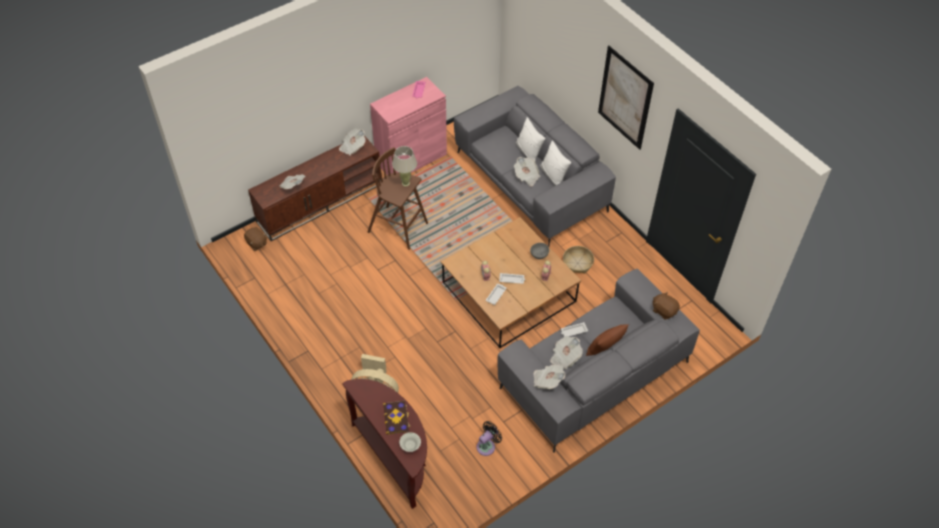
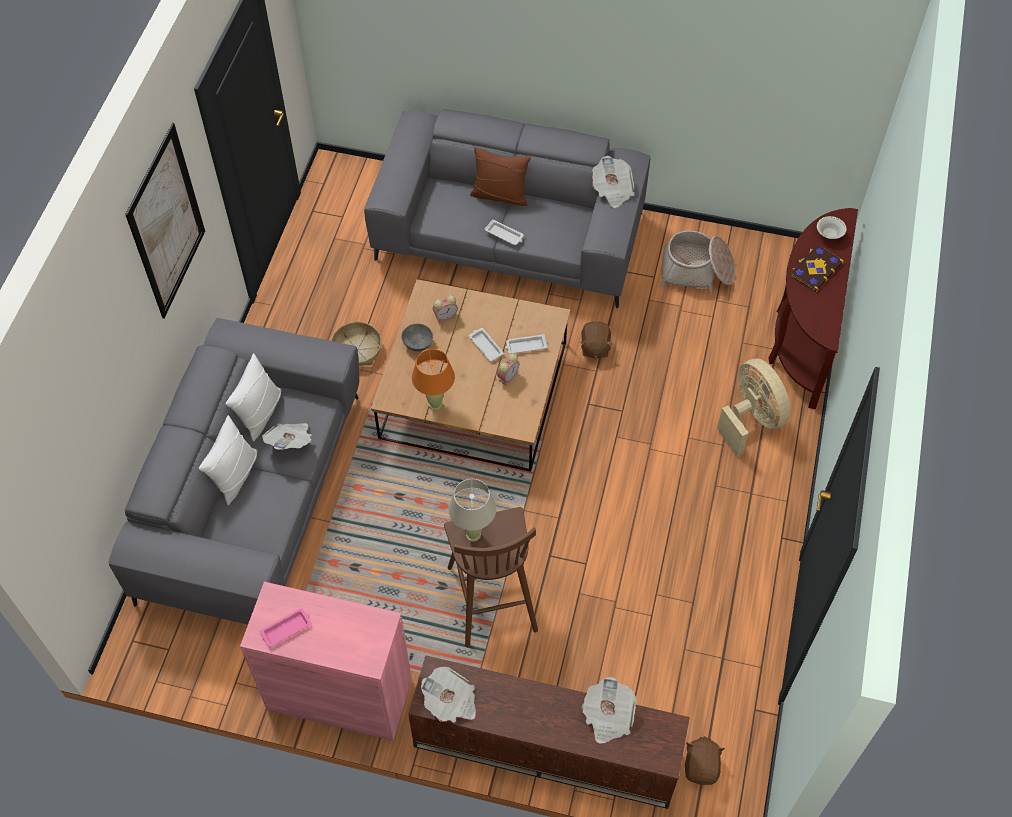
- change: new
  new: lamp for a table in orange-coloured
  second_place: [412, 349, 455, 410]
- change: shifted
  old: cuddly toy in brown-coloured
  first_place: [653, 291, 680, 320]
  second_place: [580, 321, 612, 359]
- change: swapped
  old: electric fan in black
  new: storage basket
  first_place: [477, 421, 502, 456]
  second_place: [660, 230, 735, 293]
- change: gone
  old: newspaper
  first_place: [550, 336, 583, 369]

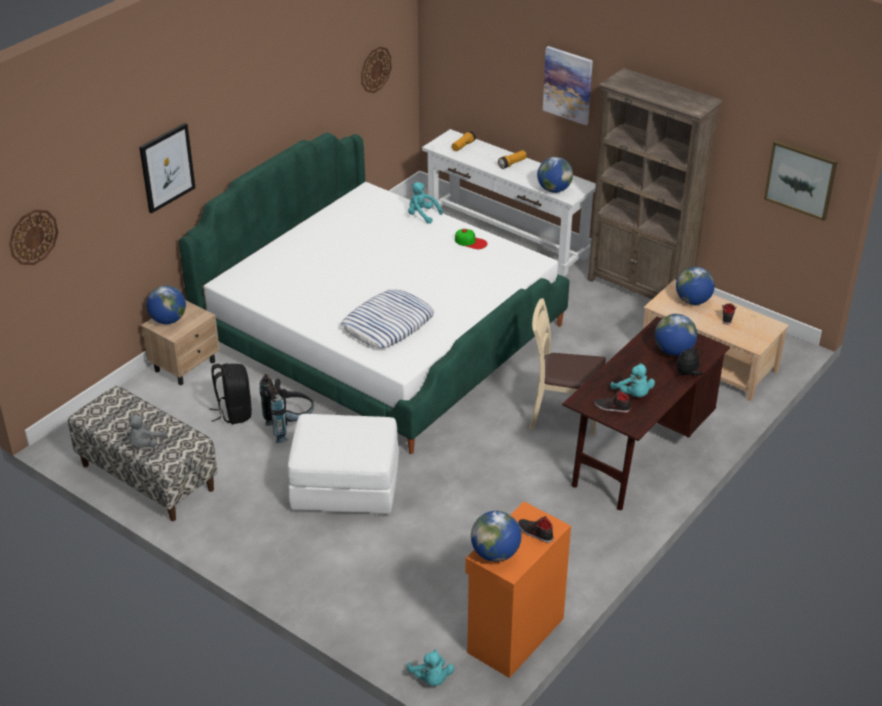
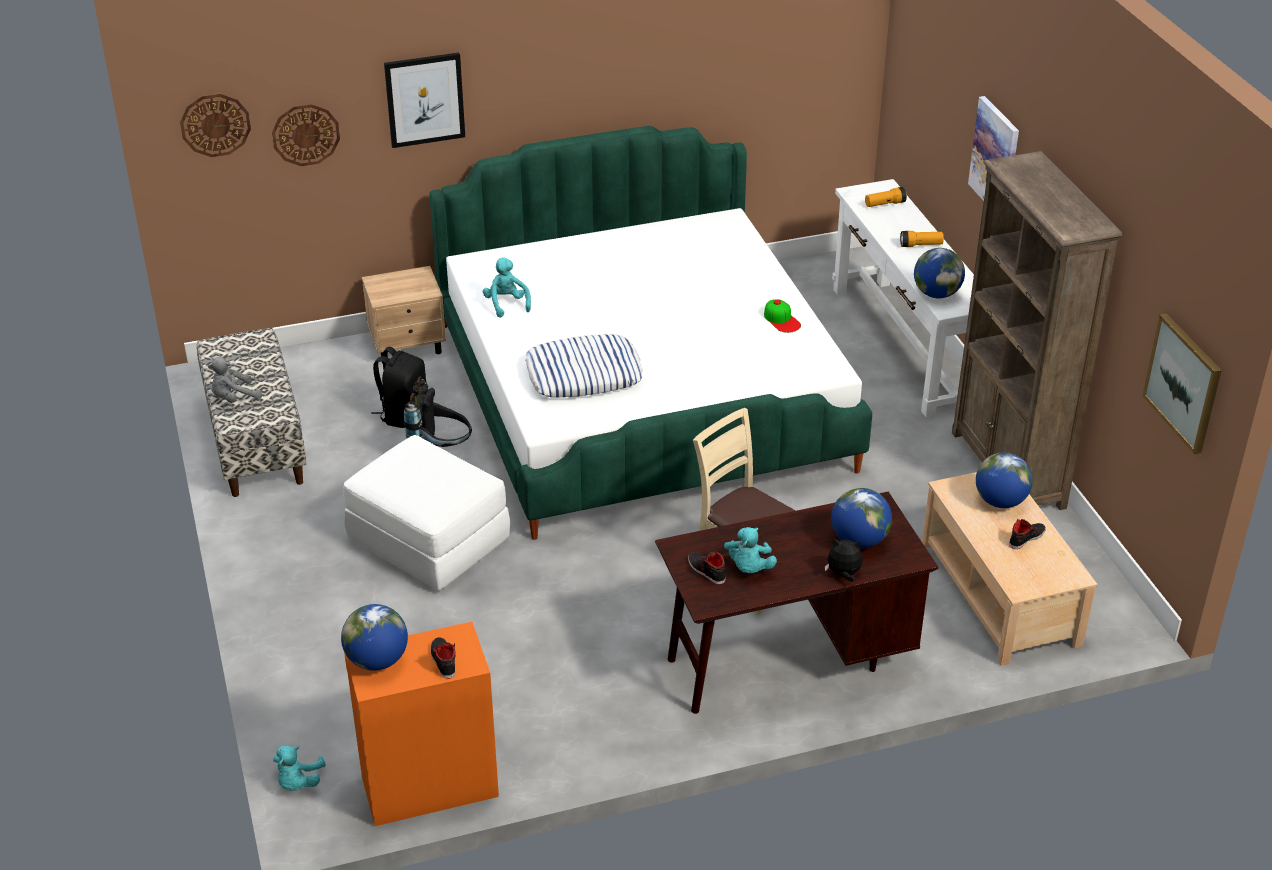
- change: shifted
  old: wall clock
  first_place: [361, 46, 392, 93]
  second_place: [272, 104, 340, 166]
- change: shifted
  old: cuddly toy in turquoise-coloured
  first_place: [408, 182, 443, 224]
  second_place: [483, 257, 531, 318]
- change: gone
  old: desk globe
  first_place: [146, 285, 186, 324]

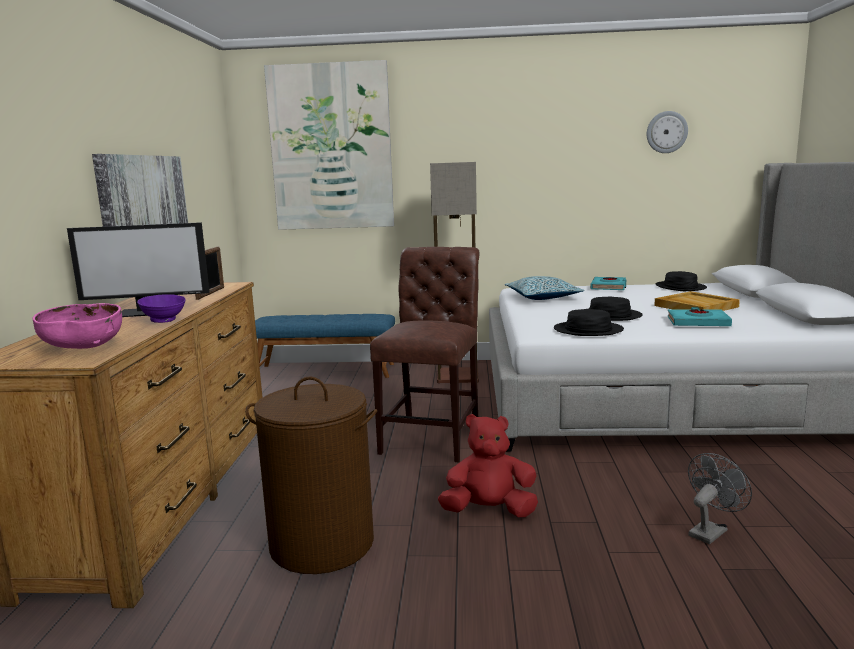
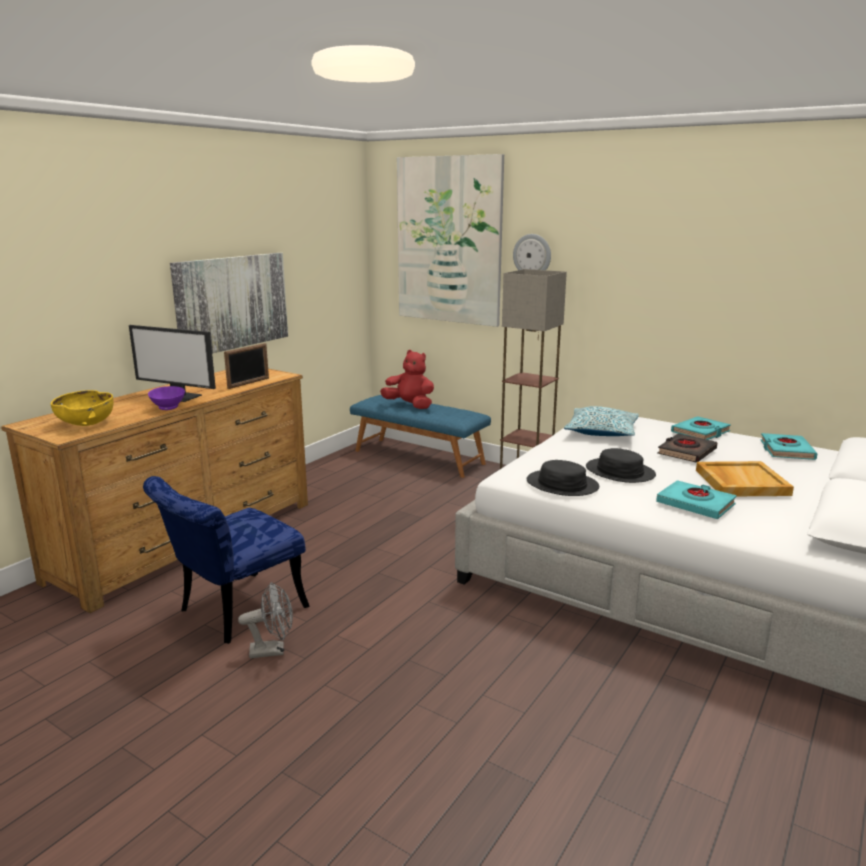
- change: repainted
  old: serving bowl in pink
  new: serving bowl in yellow-coloured
  first_place: [32, 303, 122, 349]
  second_place: [50, 390, 114, 426]
- change: swapped
  old: laundry basket in brown-coloured
  new: plain chair in blue-coloured
  first_place: [245, 376, 377, 574]
  second_place: [143, 476, 310, 644]
- change: shifted
  old: electric fan in grey
  first_place: [688, 453, 752, 544]
  second_place: [238, 582, 293, 658]
- change: shifted
  old: cuddly toy in reddish
  first_place: [438, 414, 538, 517]
  second_place: [380, 350, 434, 409]
- change: shifted
  old: wall clock
  first_place: [647, 111, 688, 153]
  second_place: [513, 234, 551, 270]
- change: new
  new: book in black
  second_place: [658, 433, 717, 463]
- change: swapped
  old: hat in black
  new: book in turquoise-coloured
  first_place: [656, 271, 707, 291]
  second_place: [761, 433, 818, 460]
- change: gone
  old: plain chair in brown-coloured
  first_place: [370, 247, 480, 462]

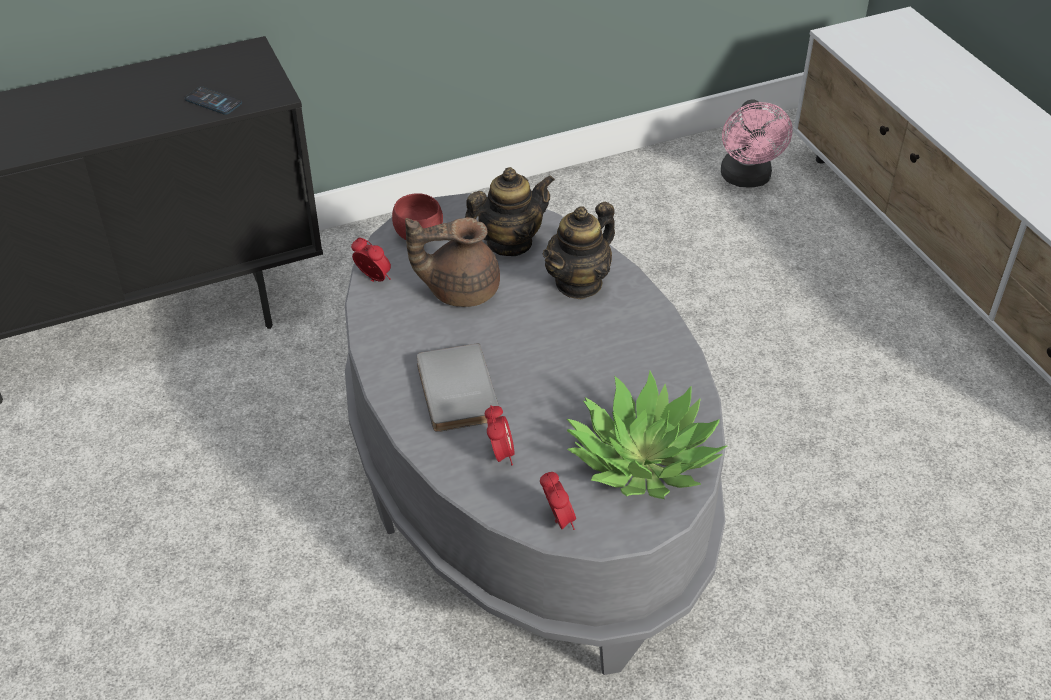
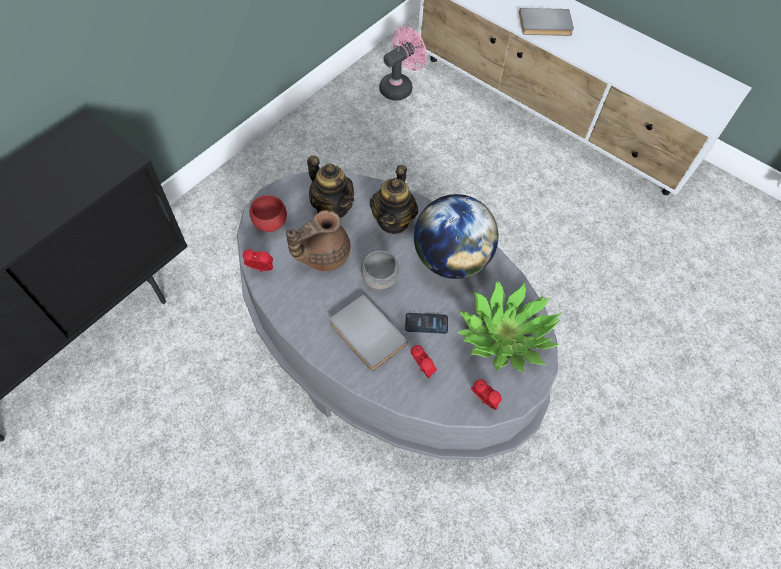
- change: rotated
  old: teapot
  first_place: [465, 167, 555, 256]
  second_place: [307, 155, 354, 218]
  degrees: 105
- change: new
  new: serving bowl in grey
  second_place: [361, 250, 399, 289]
- change: rotated
  old: electric fan in pink
  first_place: [721, 99, 793, 188]
  second_place: [379, 26, 427, 101]
  degrees: -105
- change: shifted
  old: phone
  first_place: [185, 86, 242, 115]
  second_place: [405, 313, 448, 334]
- change: new
  new: desk globe
  second_place: [414, 194, 499, 279]
- change: new
  new: book in grey
  second_place: [519, 8, 574, 36]

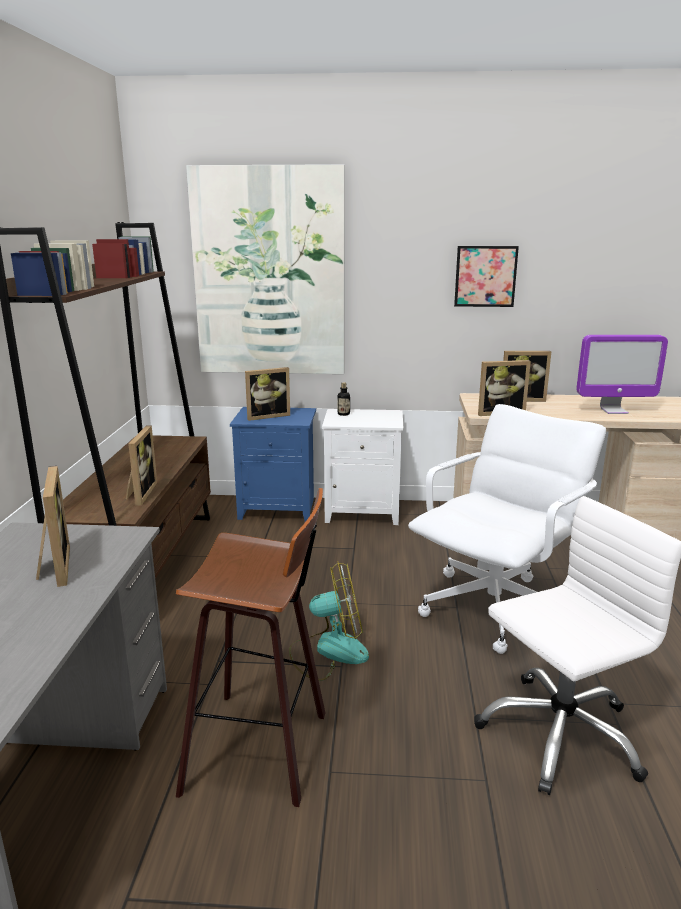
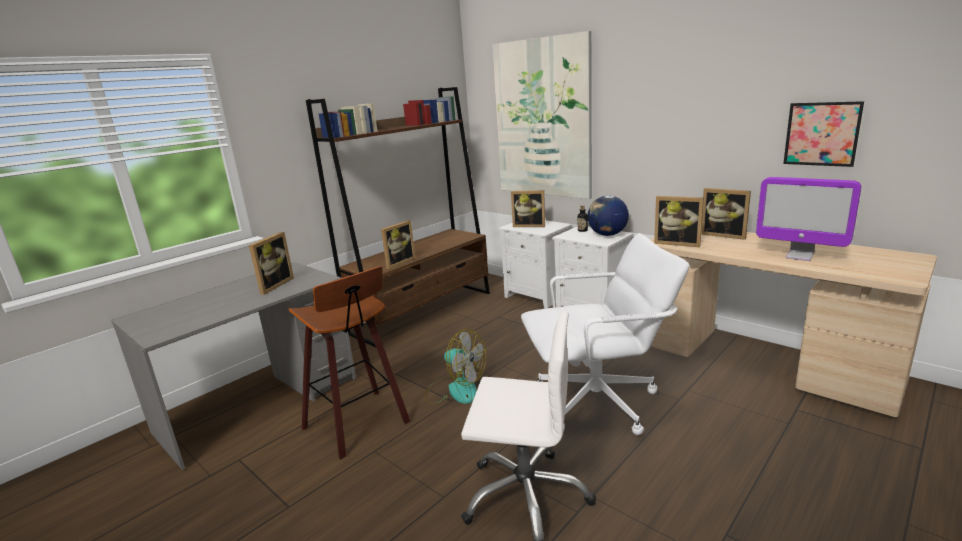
- change: repainted
  old: bedside table in blue-coloured
  new: bedside table in white
  first_place: [230, 407, 316, 522]
  second_place: [498, 220, 572, 309]
- change: new
  new: desk globe
  second_place: [588, 196, 629, 236]
- change: shifted
  old: picture
  first_place: [454, 246, 519, 307]
  second_place: [783, 101, 864, 167]

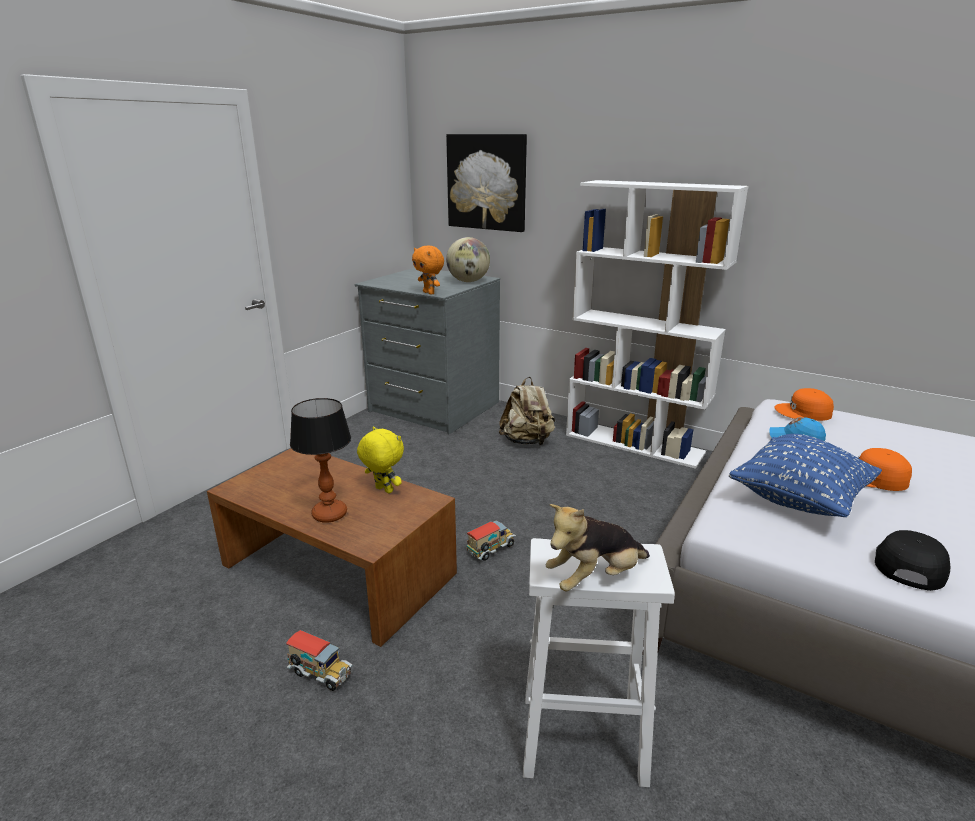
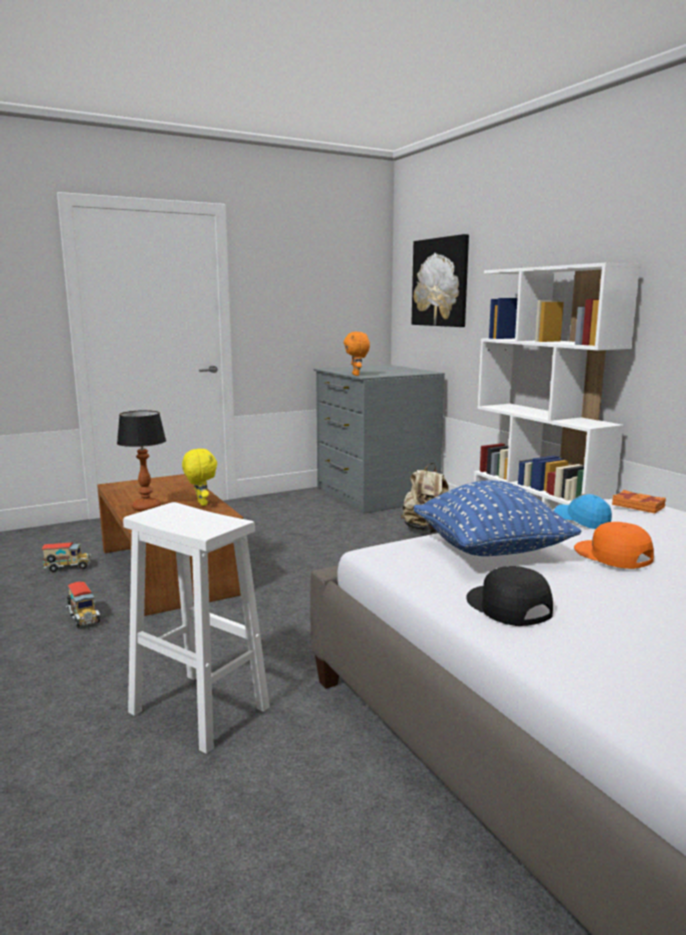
- change: shifted
  old: toy lorry
  first_place: [466, 520, 516, 561]
  second_place: [42, 542, 91, 572]
- change: rotated
  old: peaked cap in black
  first_place: [875, 530, 950, 591]
  second_place: [466, 566, 553, 626]
  degrees: -90
- change: swapped
  old: peaked cap in orange-coloured
  new: book in orange-coloured
  first_place: [775, 388, 834, 421]
  second_place: [612, 490, 666, 513]
- change: gone
  old: desk globe
  first_place: [446, 237, 490, 282]
- change: gone
  old: cuddly toy
  first_place: [546, 504, 650, 591]

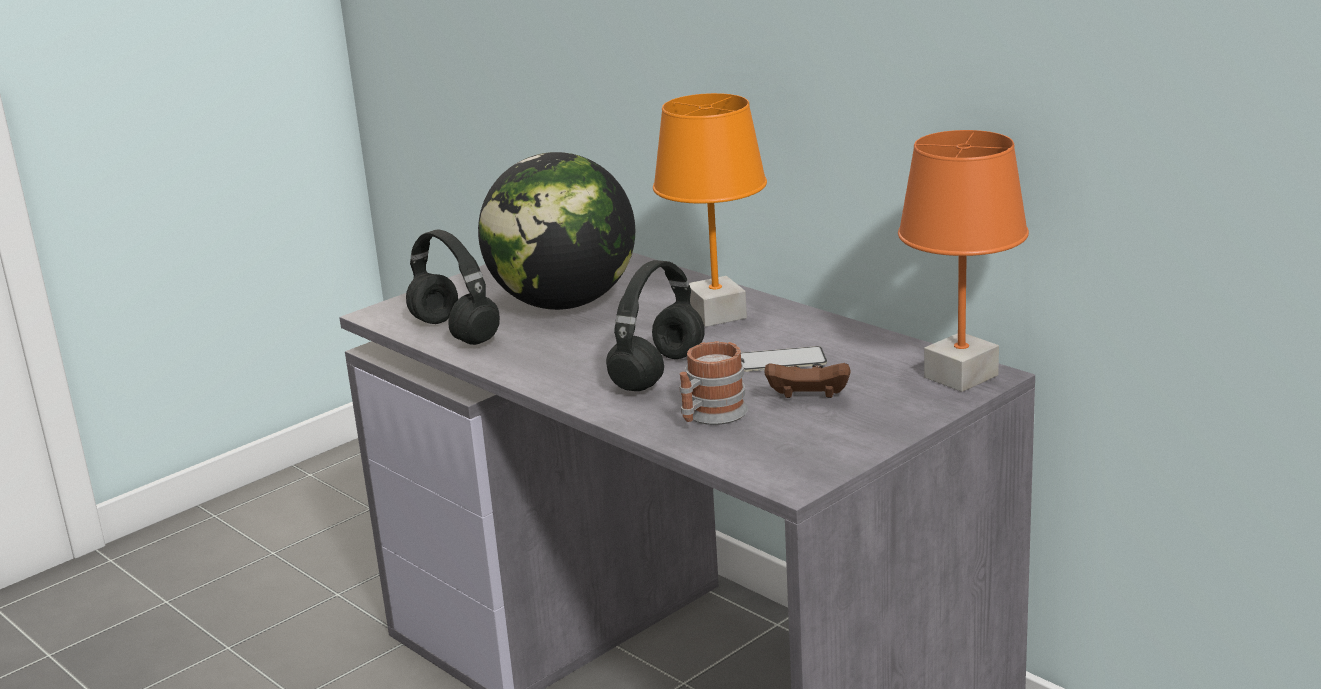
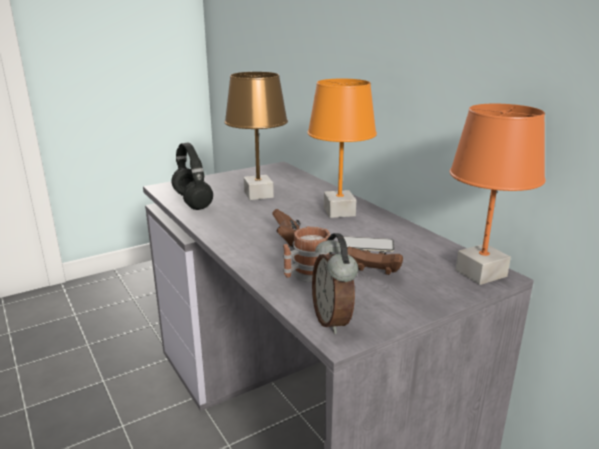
- change: swapped
  old: desk globe
  new: lamp for a table in brown-coloured
  first_place: [478, 152, 635, 310]
  second_place: [224, 72, 288, 200]
- change: swapped
  old: headphones in black
  new: gamepad in brown-coloured
  first_place: [606, 260, 705, 391]
  second_place: [272, 209, 301, 247]
- change: new
  new: alarm clock
  second_place: [312, 233, 358, 334]

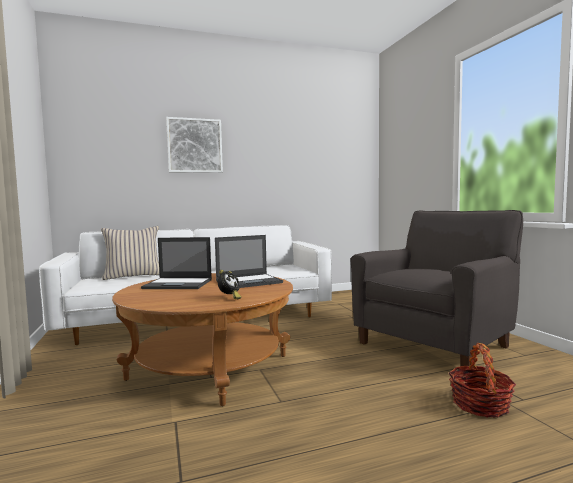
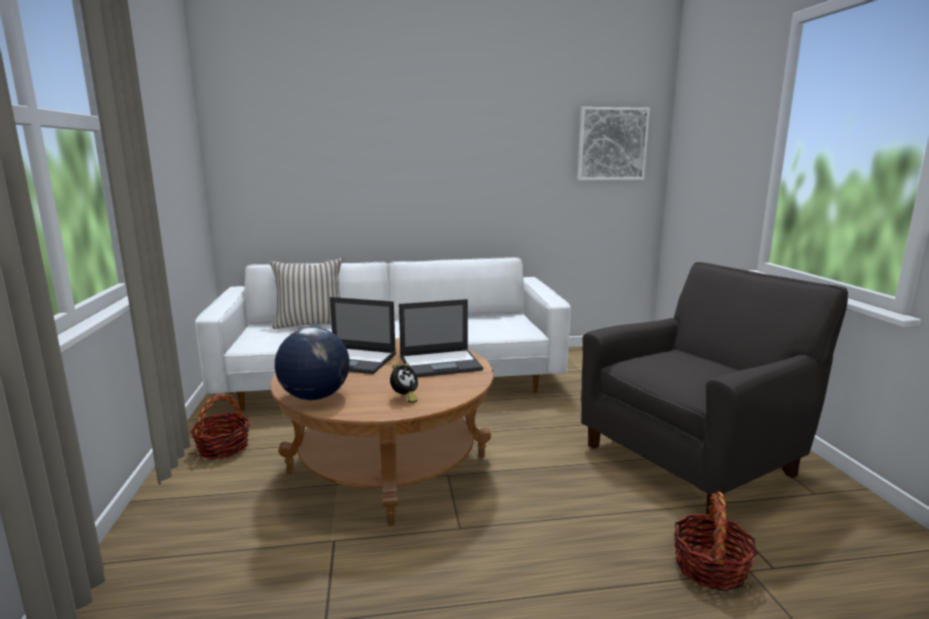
- change: new
  new: storage basket
  second_place: [190, 394, 250, 459]
- change: new
  new: desk globe
  second_place: [275, 328, 350, 400]
- change: shifted
  old: picture
  first_place: [166, 117, 223, 173]
  second_place: [577, 107, 650, 180]

